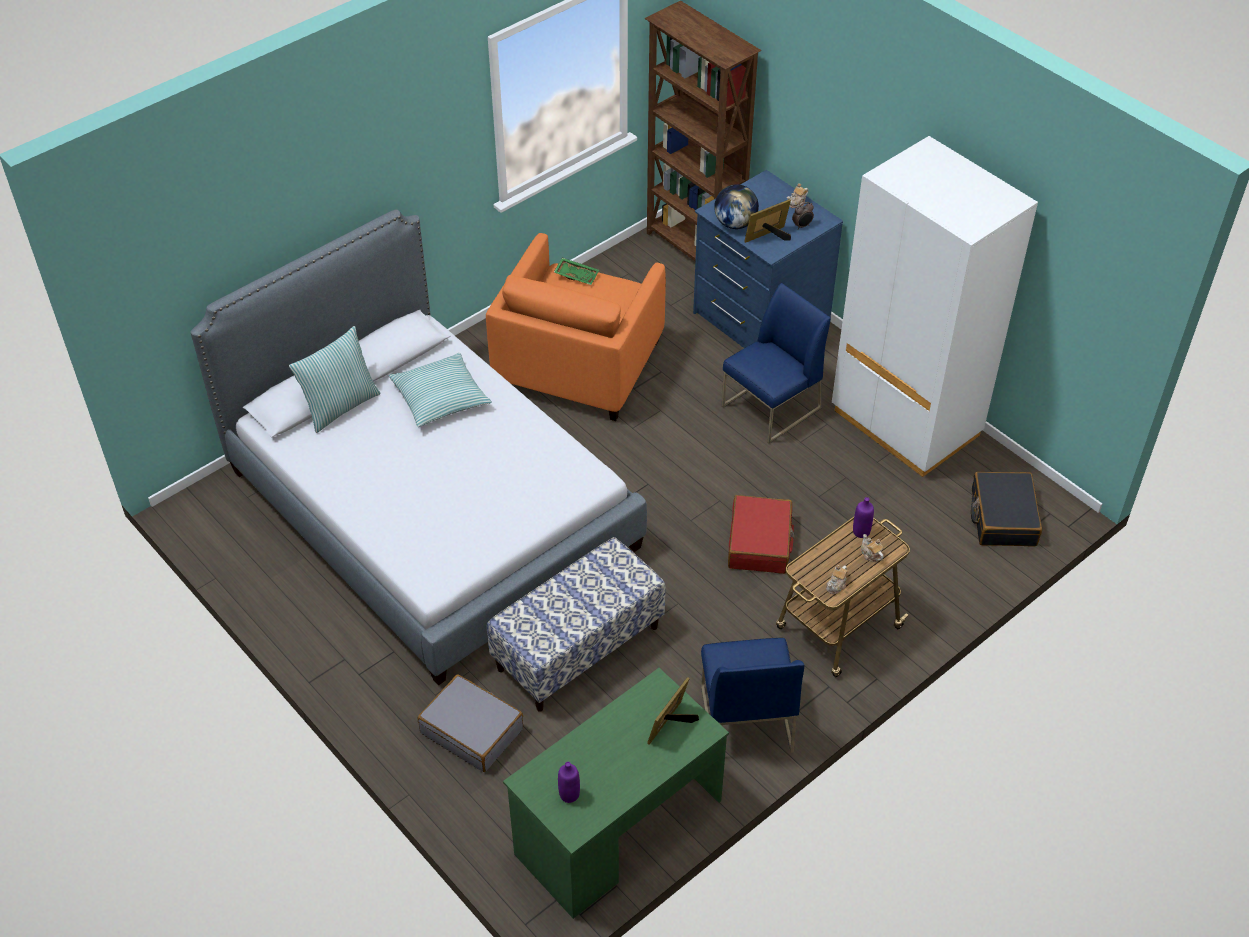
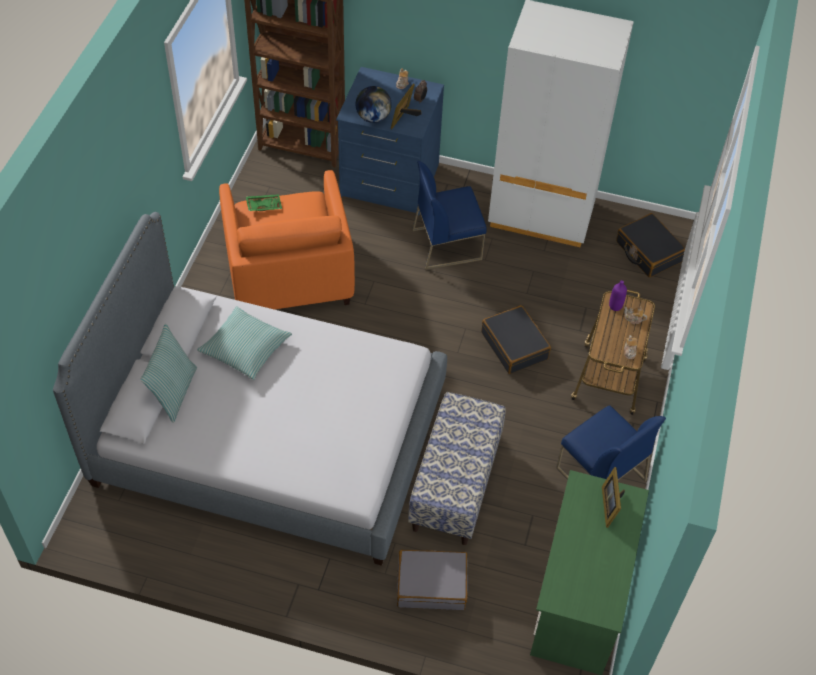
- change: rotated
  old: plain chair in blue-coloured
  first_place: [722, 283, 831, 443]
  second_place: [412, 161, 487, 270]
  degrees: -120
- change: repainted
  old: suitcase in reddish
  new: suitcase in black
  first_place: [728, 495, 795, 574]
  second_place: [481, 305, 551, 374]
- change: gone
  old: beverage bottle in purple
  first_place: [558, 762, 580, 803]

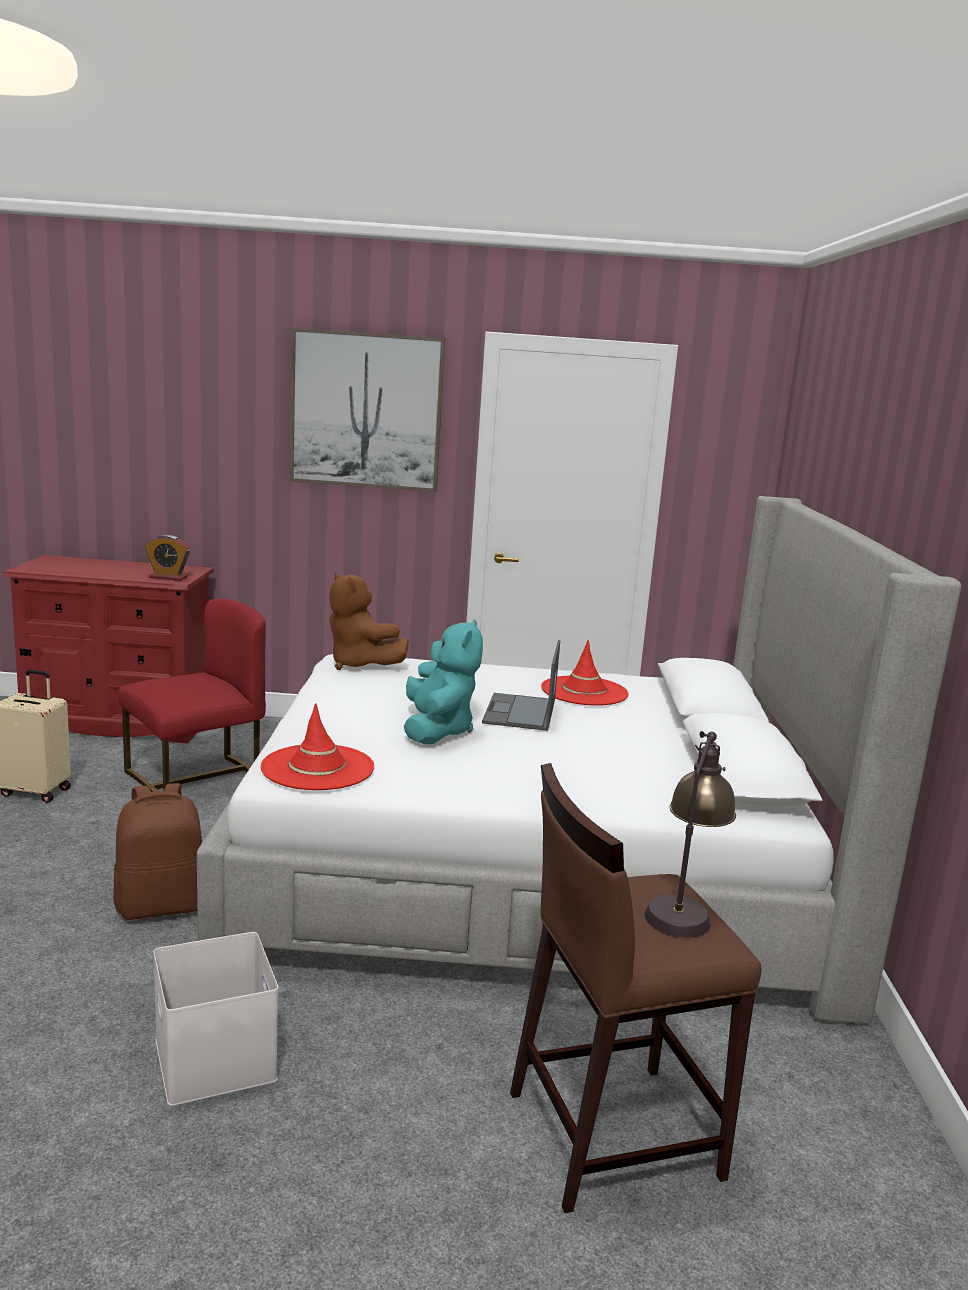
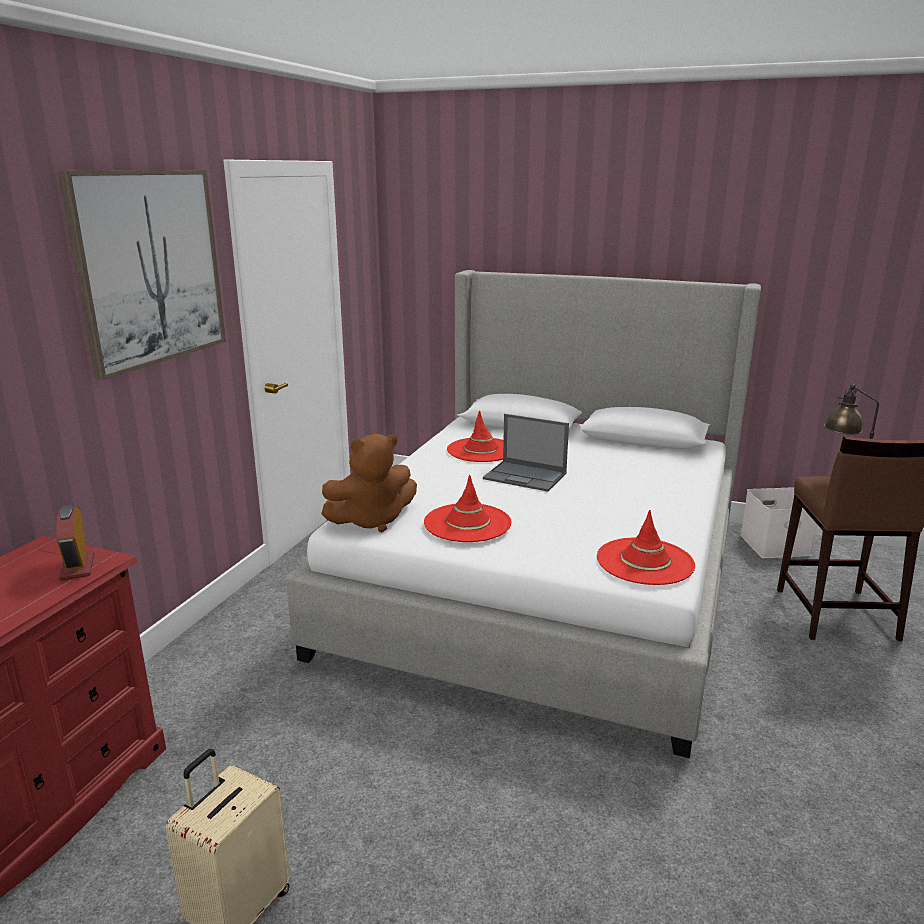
- change: rotated
  old: alarm clock
  first_place: [145, 535, 190, 581]
  second_place: [56, 505, 94, 580]
  degrees: 135
- change: new
  new: hat in reddish
  second_place: [424, 475, 511, 542]
- change: shifted
  old: storage bin in white
  first_place: [153, 932, 278, 1106]
  second_place: [740, 487, 817, 558]
- change: gone
  old: backpack in brown-coloured
  first_place: [114, 783, 202, 920]
- change: gone
  old: plain chair in reddish
  first_place: [118, 598, 266, 792]
- change: gone
  old: cuddly toy in turquoise-coloured
  first_place: [404, 619, 483, 744]

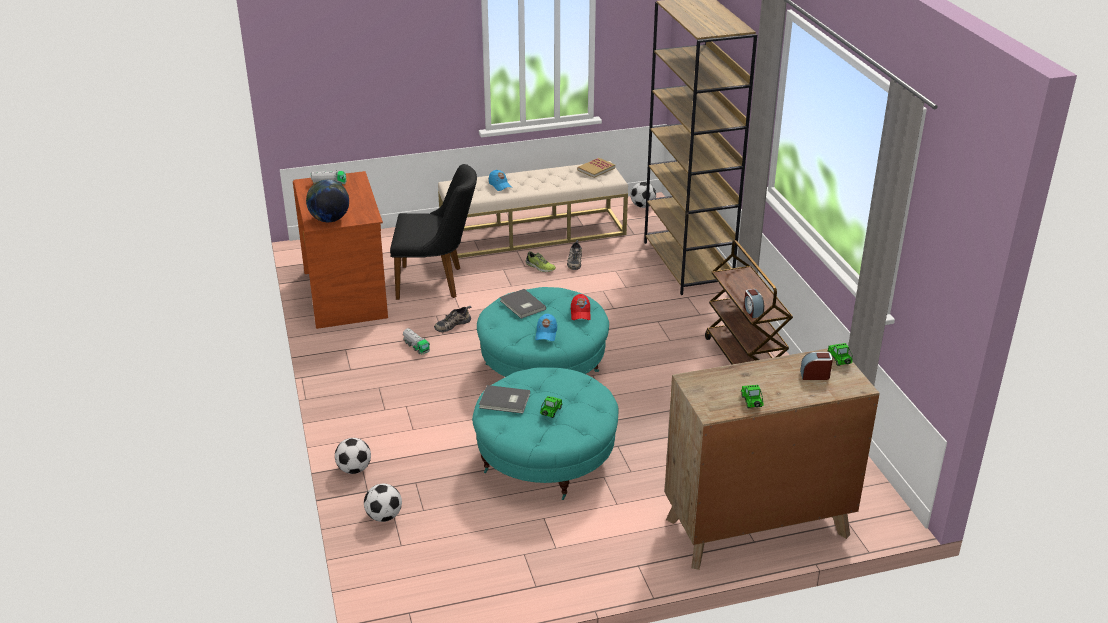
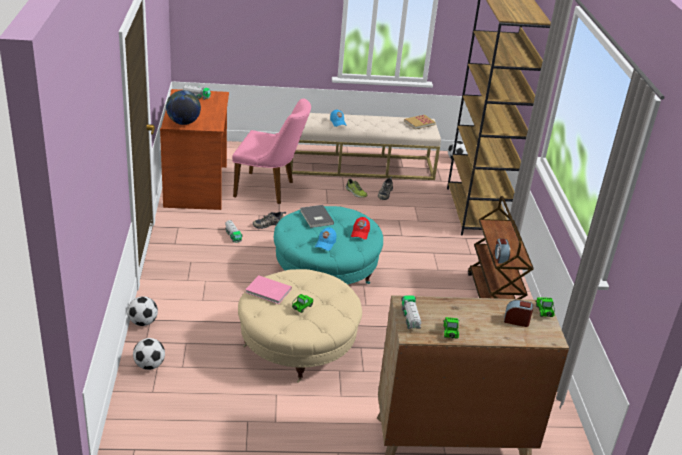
- change: repainted
  old: plain chair in black
  new: plain chair in pink
  first_place: [390, 164, 477, 300]
  second_place: [232, 98, 311, 204]
- change: repainted
  old: pouffe in turquoise-coloured
  new: pouffe in beige-coloured
  first_place: [472, 367, 619, 500]
  second_place: [238, 269, 362, 383]
- change: repainted
  old: book in grey
  new: book in pink
  first_place: [479, 385, 530, 414]
  second_place: [245, 276, 292, 304]
- change: new
  new: toy lorry
  second_place: [401, 295, 421, 329]

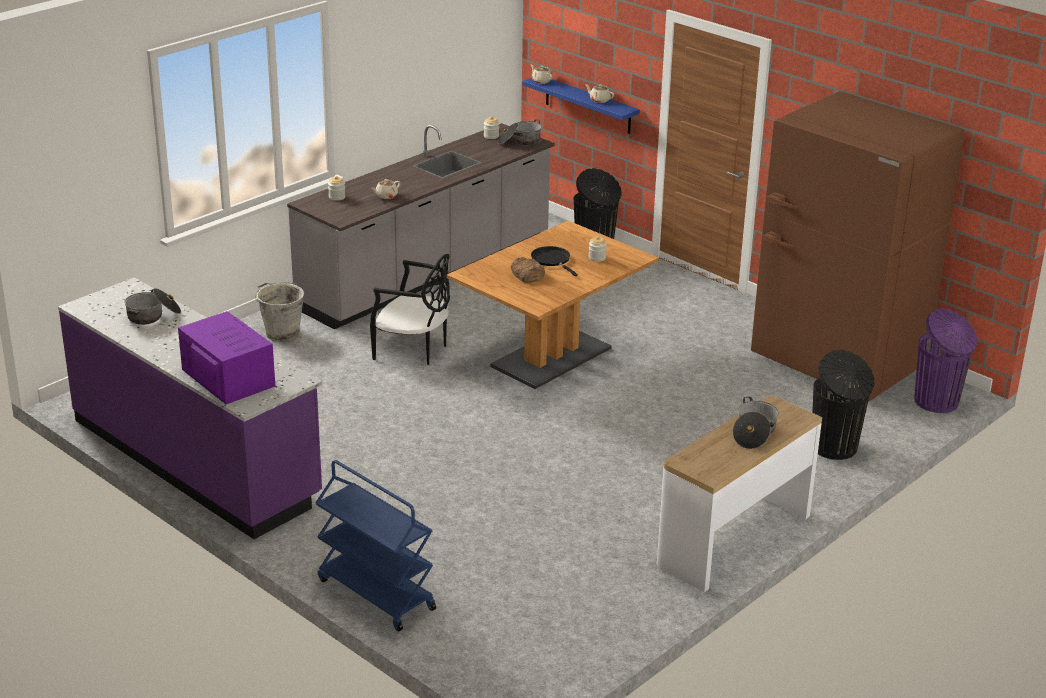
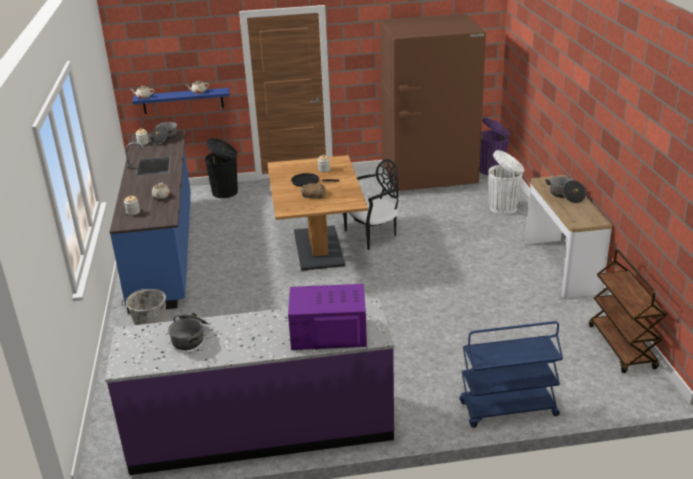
- change: repainted
  old: kitchen base unit in grey
  new: kitchen base unit in blue-coloured
  first_place: [287, 123, 555, 329]
  second_place: [110, 131, 191, 314]
- change: shifted
  old: plain chair in black
  first_place: [370, 254, 450, 365]
  second_place: [343, 159, 398, 250]
- change: repainted
  old: trash can in black
  new: trash can in white
  first_place: [812, 350, 875, 460]
  second_place: [489, 150, 524, 215]
- change: new
  new: cart in brown-coloured
  second_place: [589, 249, 667, 373]

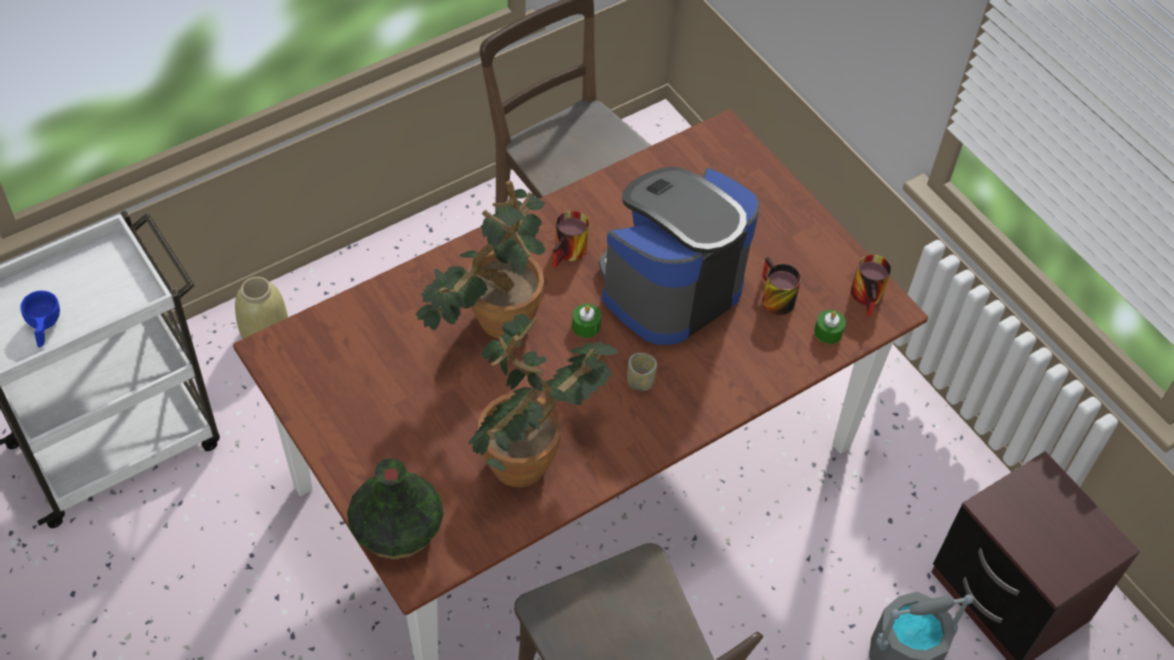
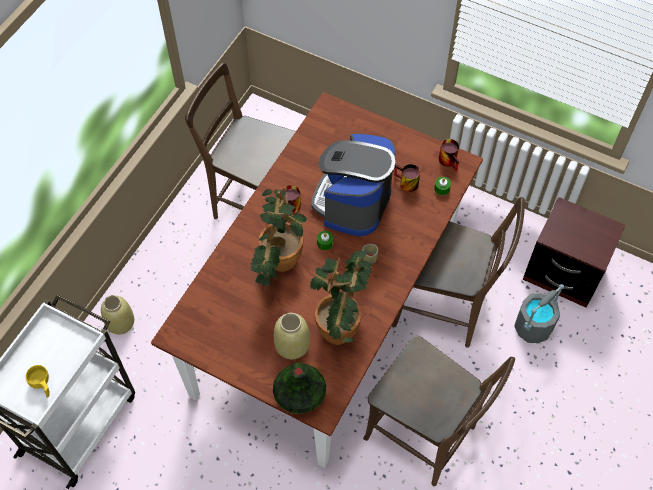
- change: repainted
  old: cup in blue-coloured
  new: cup in yellow-coloured
  first_place: [20, 291, 60, 348]
  second_place: [25, 365, 50, 398]
- change: new
  new: vase in beige-coloured
  second_place: [274, 313, 310, 359]
- change: new
  new: plain chair in brown-coloured
  second_place: [392, 197, 525, 348]

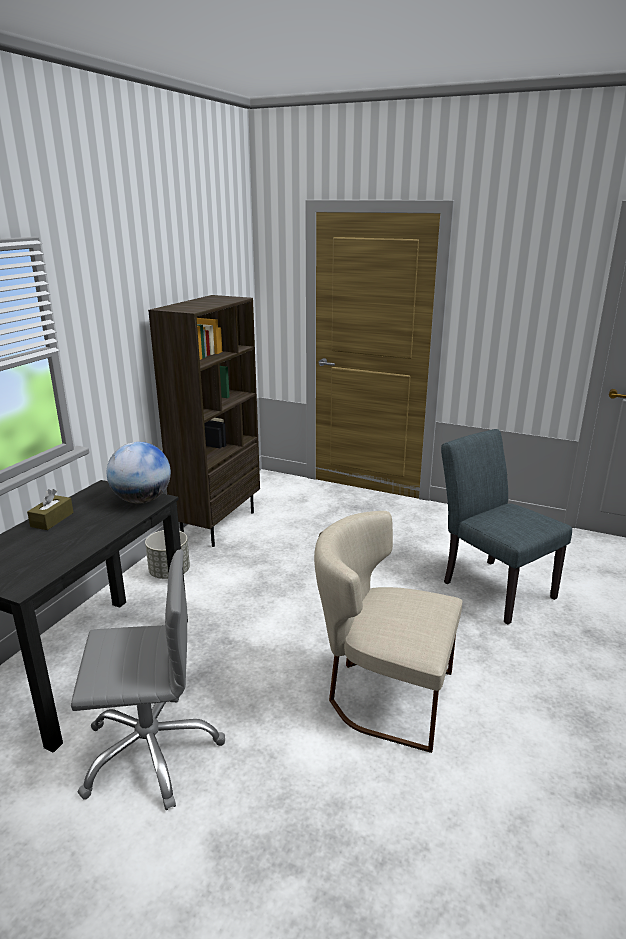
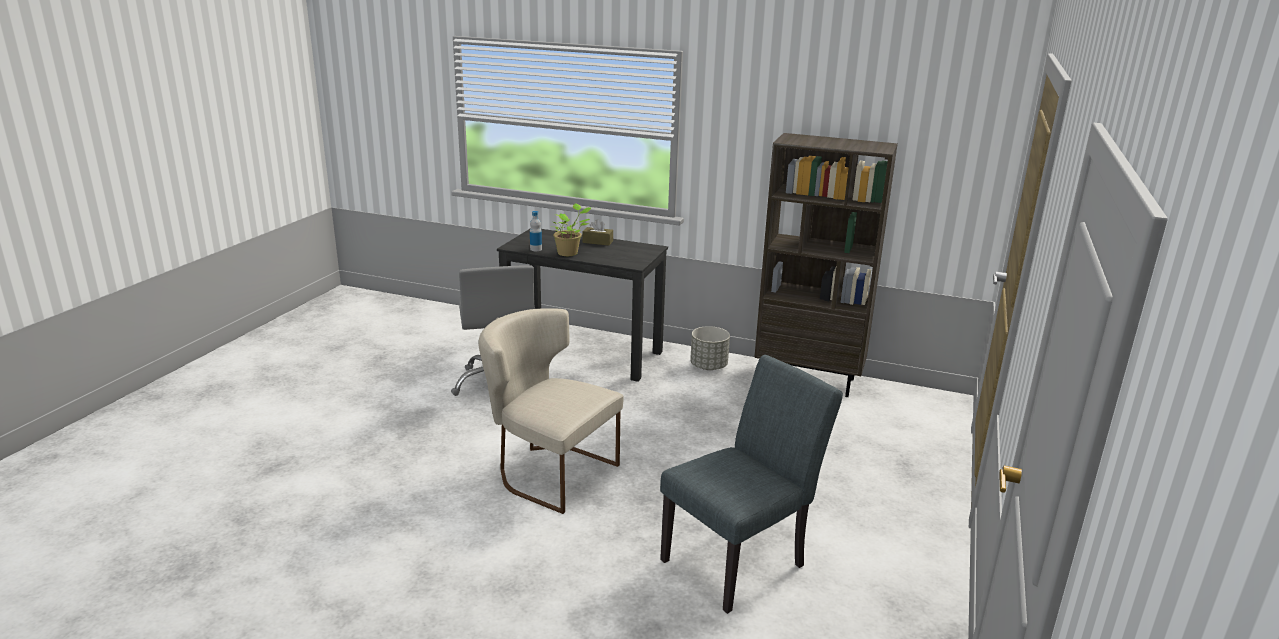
- change: rotated
  old: plain chair in beige-coloured
  first_place: [314, 511, 462, 753]
  second_place: [478, 308, 624, 514]
  degrees: -75
- change: new
  new: beverage bottle
  second_place: [530, 211, 542, 251]
- change: new
  new: potted plant
  second_place: [553, 203, 592, 256]
- change: gone
  old: desk globe
  first_place: [107, 442, 171, 504]

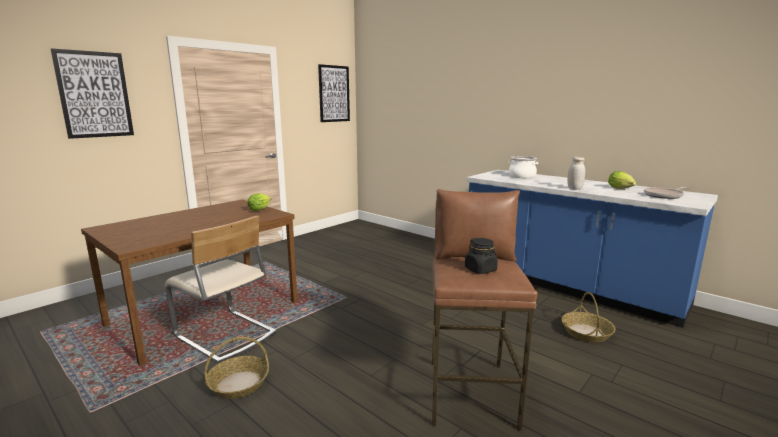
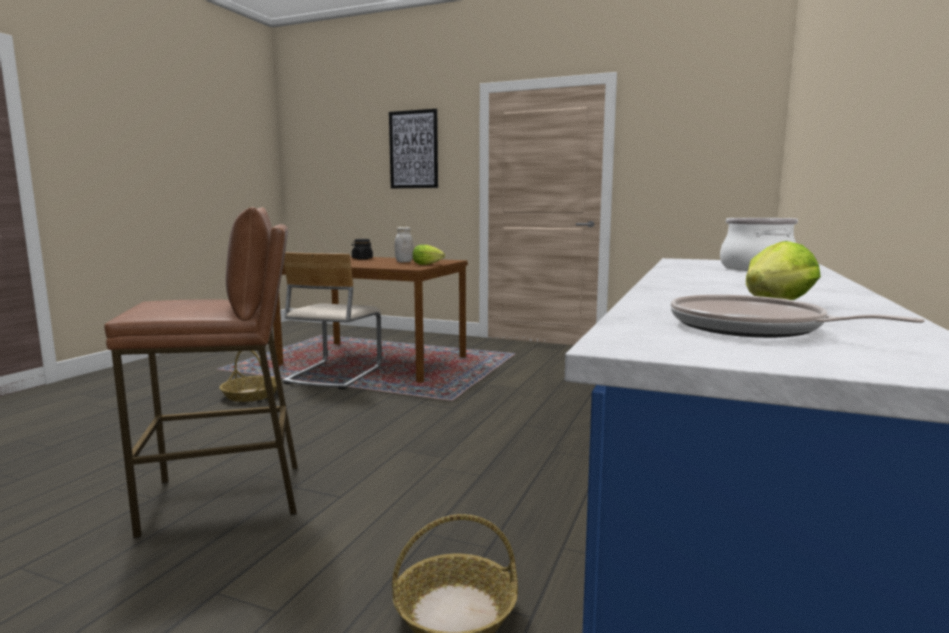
- change: shifted
  old: jar in black
  first_place: [465, 238, 498, 274]
  second_place: [352, 239, 373, 260]
- change: shifted
  old: jar in white
  first_place: [567, 157, 585, 190]
  second_place: [394, 227, 414, 262]
- change: gone
  old: picture
  first_place: [318, 64, 350, 122]

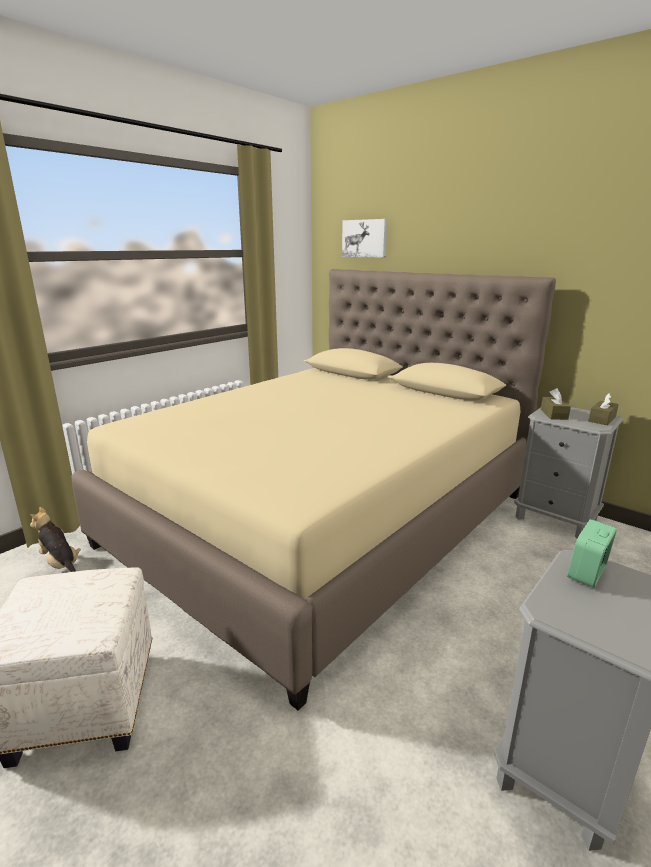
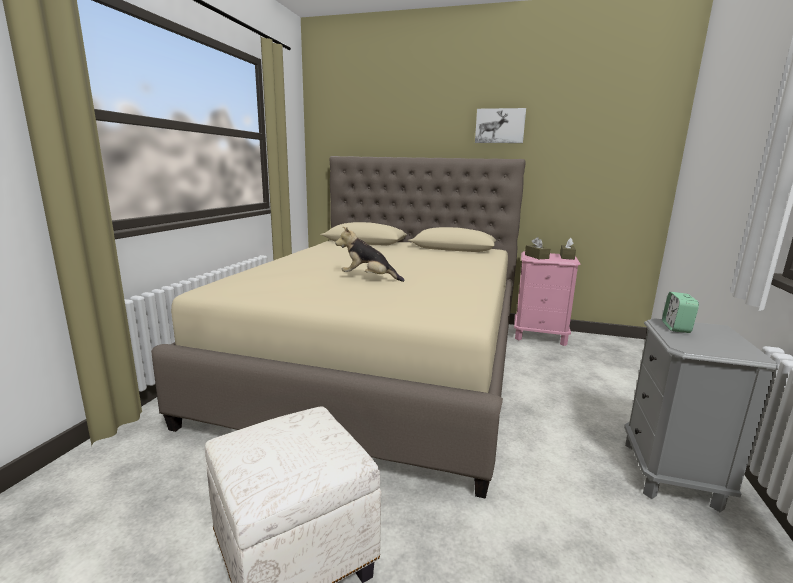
- change: shifted
  old: cuddly toy
  first_place: [30, 507, 81, 572]
  second_place: [336, 227, 404, 282]
- change: shifted
  old: picture
  first_place: [342, 219, 388, 258]
  second_place: [475, 108, 526, 143]
- change: repainted
  old: bedside table in grey
  new: bedside table in pink
  first_place: [514, 407, 623, 539]
  second_place: [514, 251, 581, 346]

